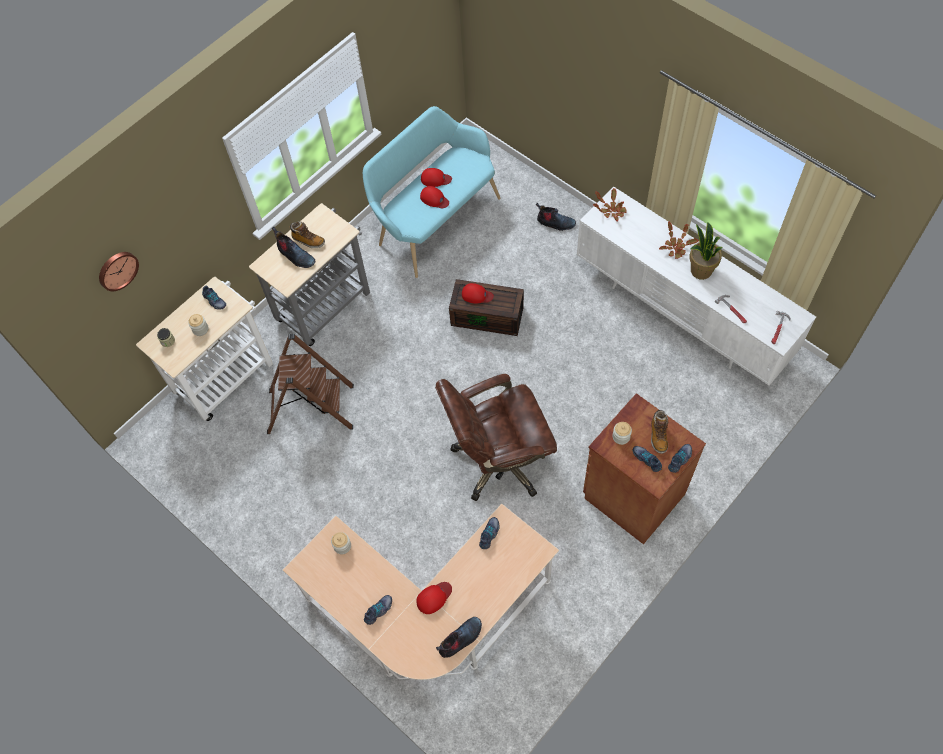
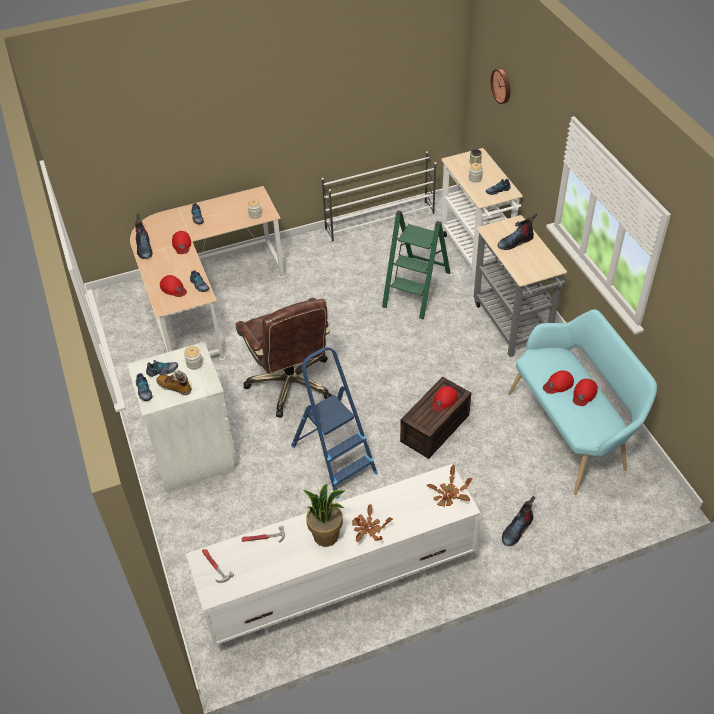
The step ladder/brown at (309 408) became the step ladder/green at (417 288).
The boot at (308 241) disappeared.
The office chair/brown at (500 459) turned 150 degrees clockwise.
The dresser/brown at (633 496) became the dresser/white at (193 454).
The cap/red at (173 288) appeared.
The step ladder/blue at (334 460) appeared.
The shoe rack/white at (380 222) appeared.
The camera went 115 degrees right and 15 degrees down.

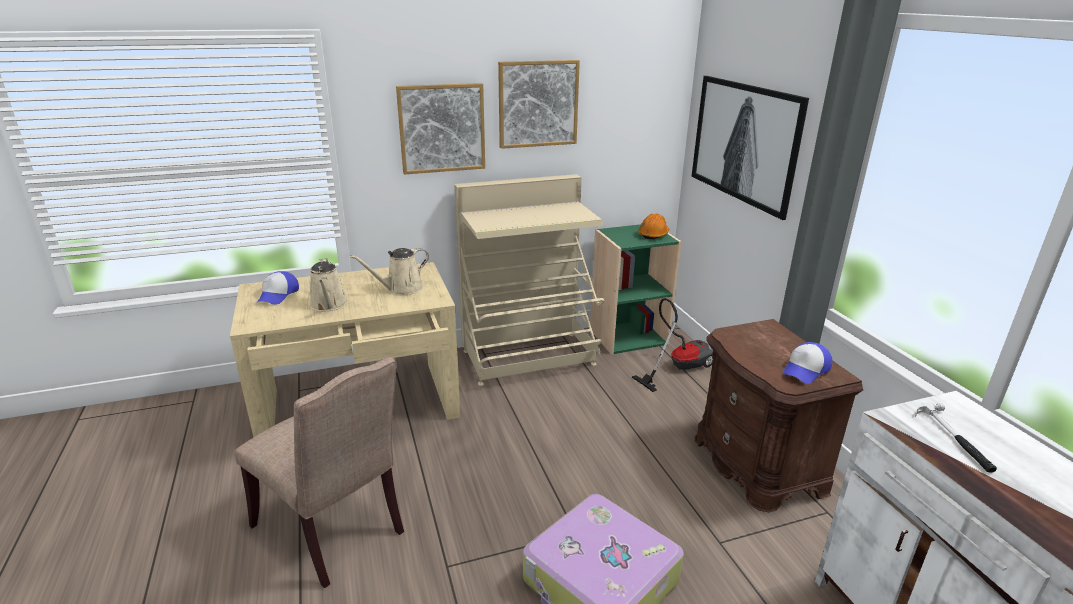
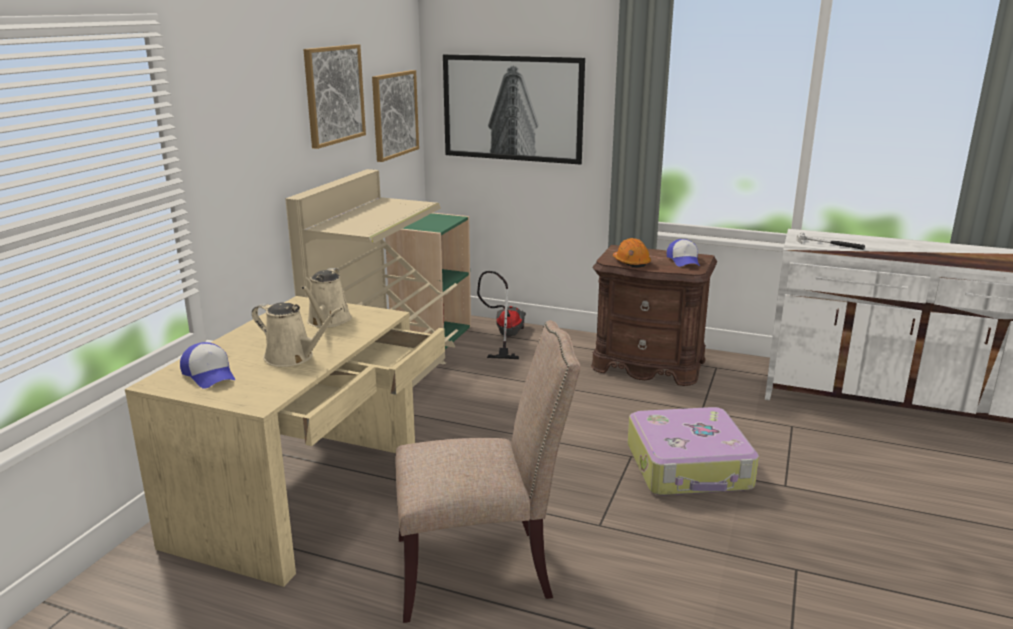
The picture moved from (442 128) to (394 114).
The hard hat/orange moved from (653 234) to (631 262).
The camera went 50 degrees left and 5 degrees down.

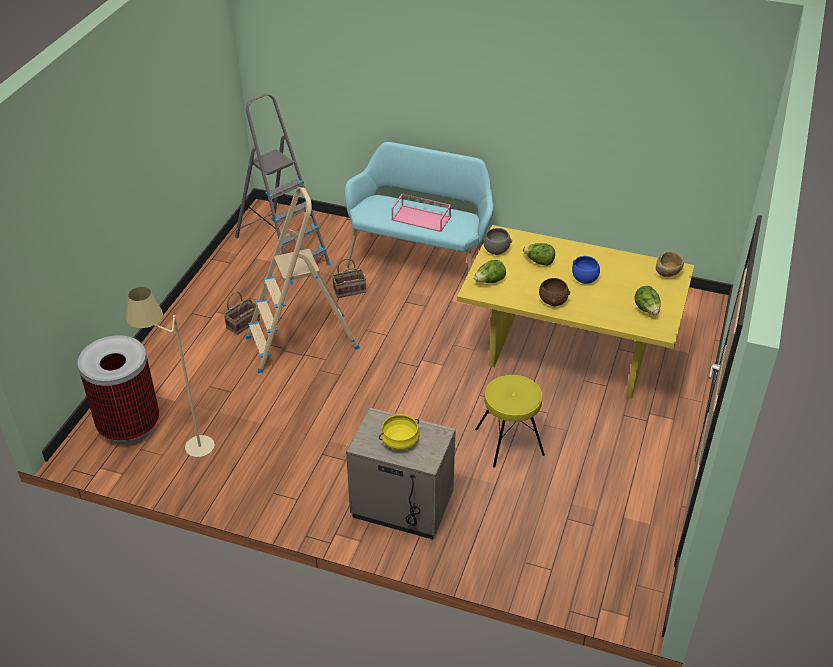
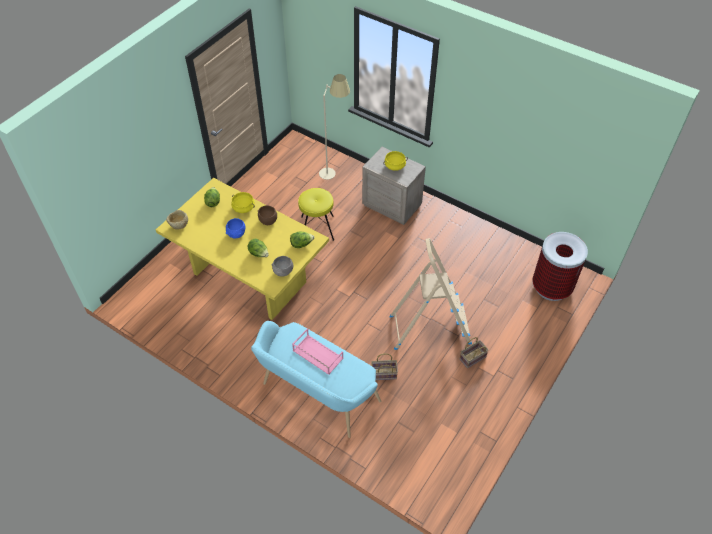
The floor lamp/beige moved from (186 450) to (334 172).
The step ladder/grey at (282 250) disappeared.
The cooking pot/yellow at (243 207) appeared.
The camera went 165 degrees left and 10 degrees up.

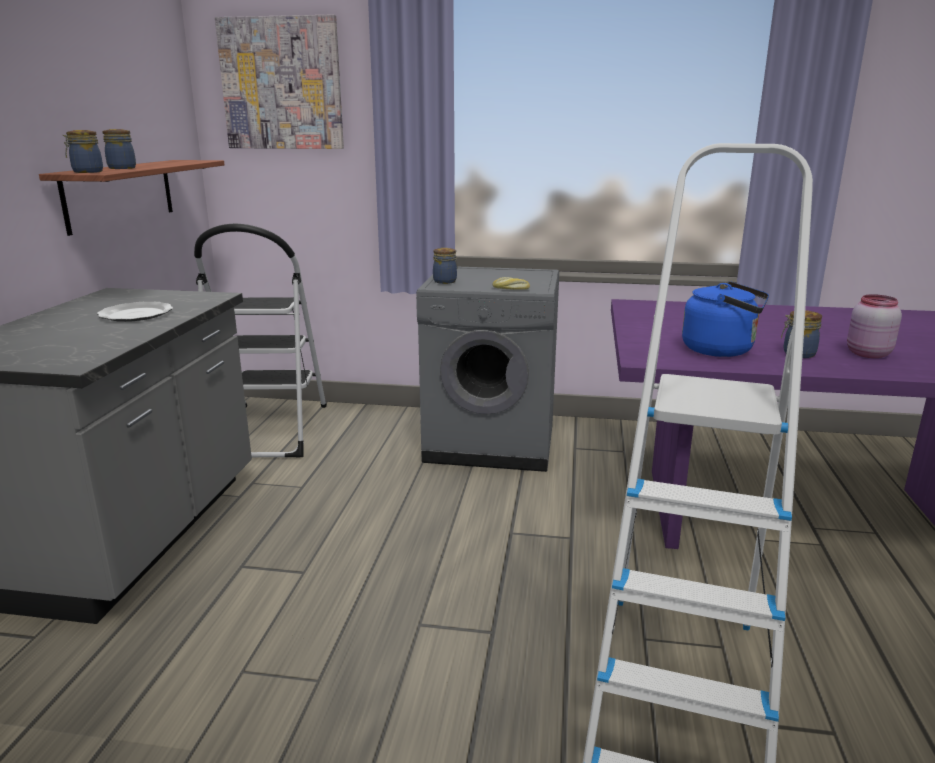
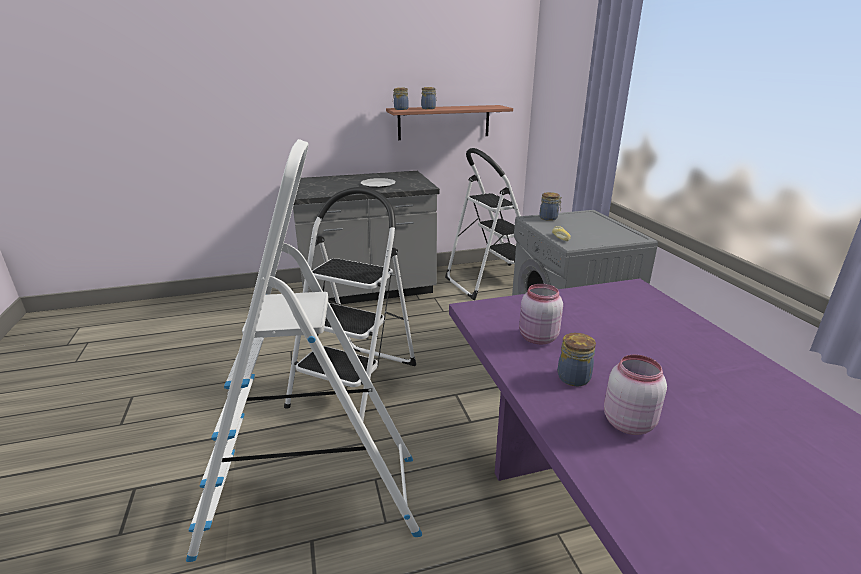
The picture at (282 84) disappeared.
The kettle/blue at (722 350) was replaced by the jar/pink at (537 338).
The step ladder at (357 383) appeared.
The camera went 65 degrees right and 5 degrees up.

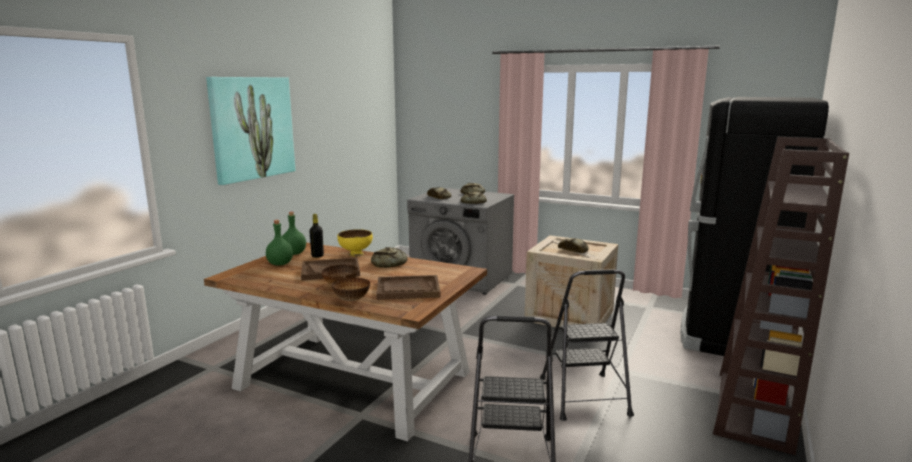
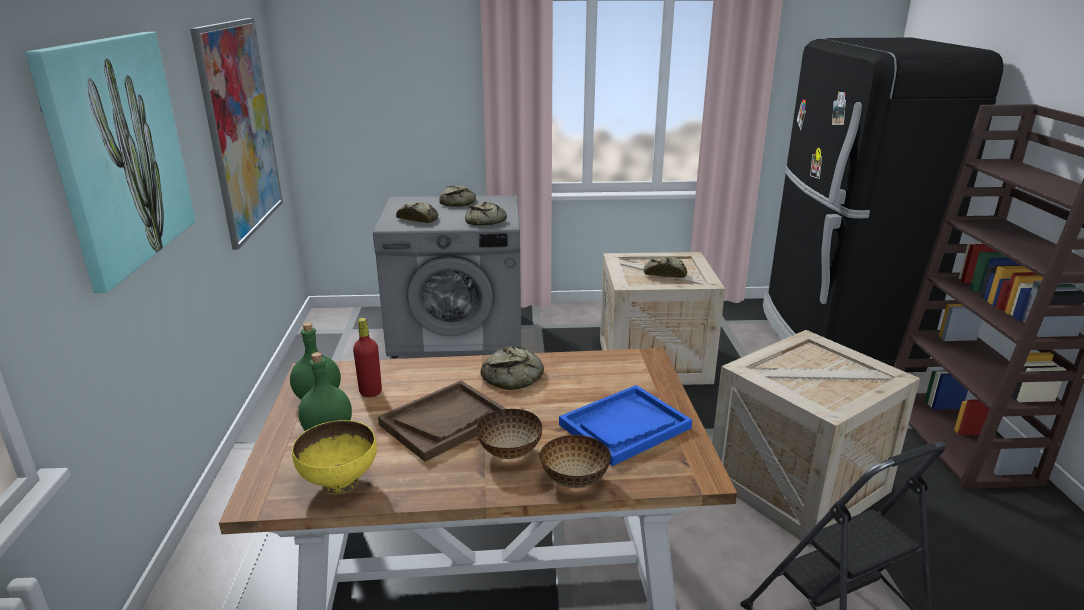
The bottle/black at (317 256) became the bottle/red at (370 392).
The bowl/yellow moved from (355 254) to (339 482).
The tray/brown at (408 289) became the tray/blue at (624 427).
The step ladder/black at (584 397) was replaced by the crate at (798 486).
The picture at (240 129) appeared.
The camera went 30 degrees left and 10 degrees up.

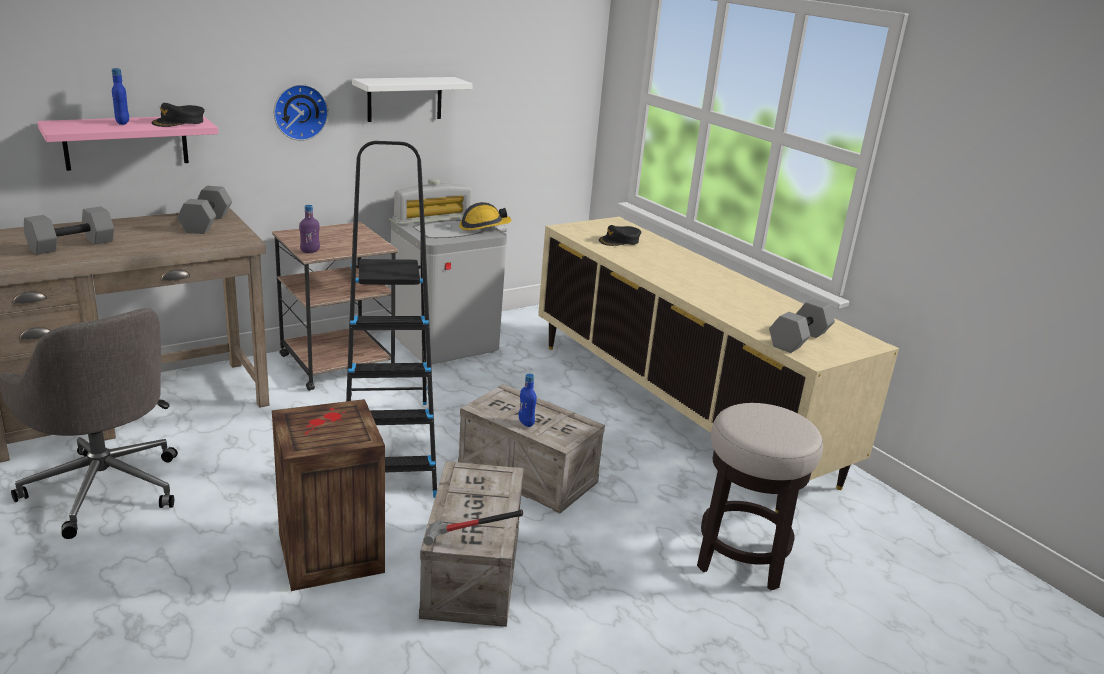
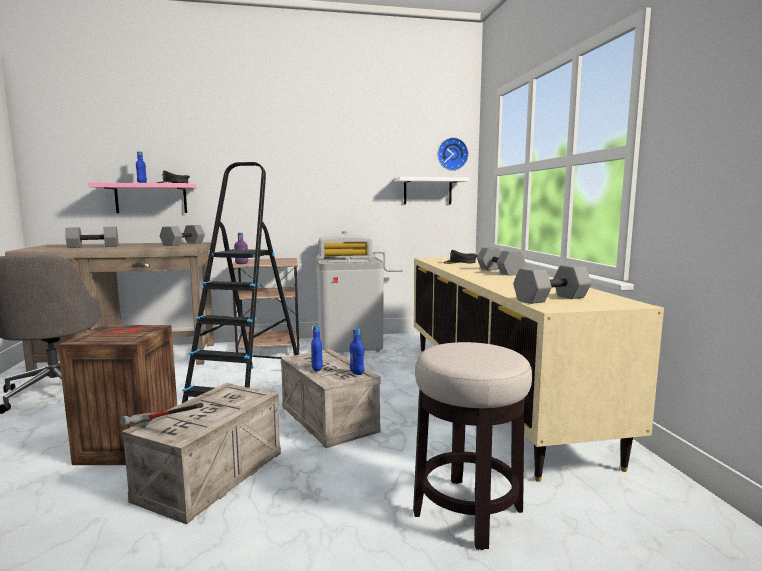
The wall clock moved from (299 111) to (452 154).
The shelf/white moved from (404 99) to (427 191).
The hard hat at (484 227) disappeared.
The bottle/blue at (357 373) appeared.
The dumbbell/grey at (498 271) appeared.
The camera went 25 degrees right and 15 degrees down.

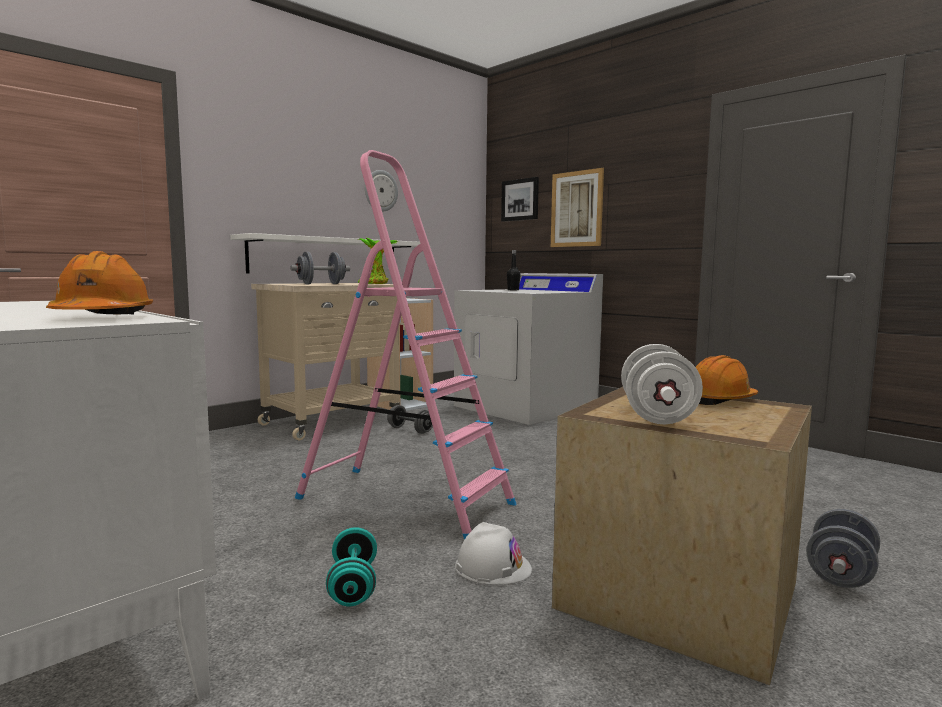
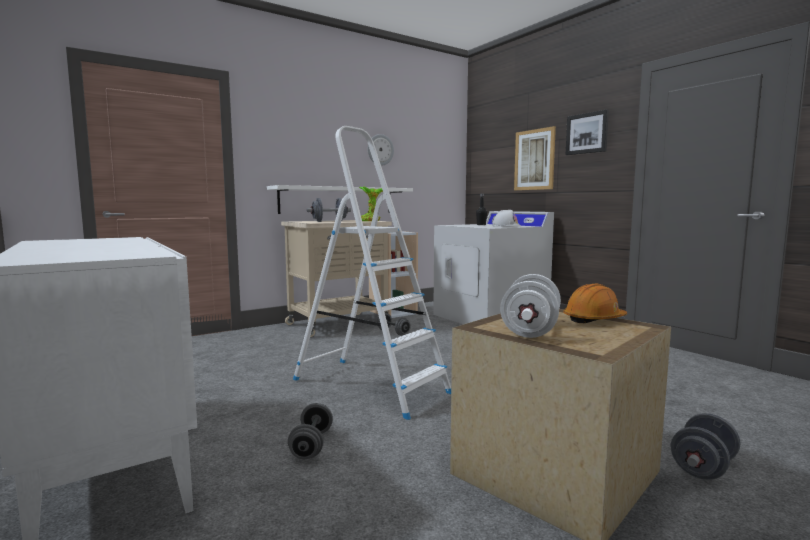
The hard hat/orange at (102 317) disappeared.
The step ladder/pink at (406 501) became the step ladder/white at (370 386).
The dumbbell/turquoise at (353 586) became the dumbbell/grey at (311 445).
The hard hat/white moved from (492 567) to (506 226).
The picture moved from (520 200) to (587 133).
The camera went 10 degrees right and 0 degrees up.

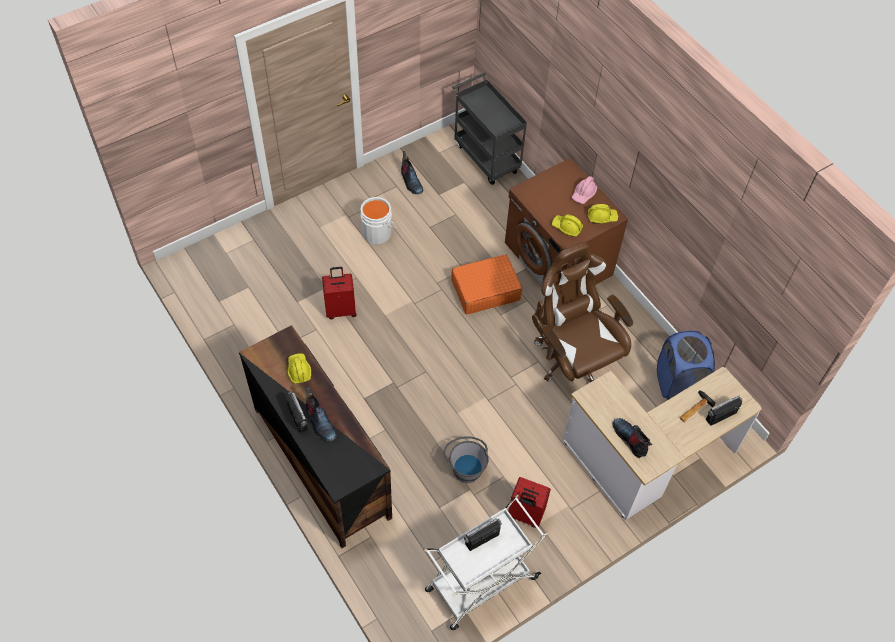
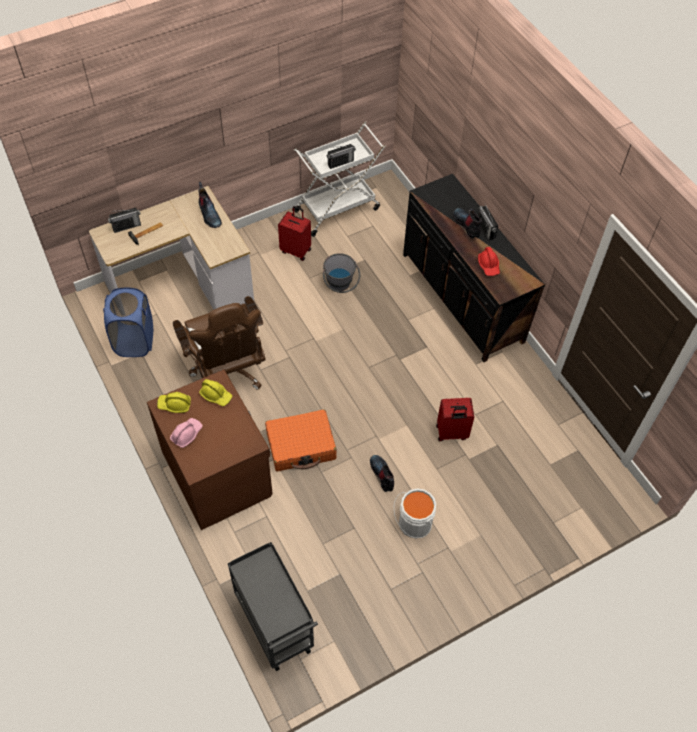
The hard hat/yellow at (299 370) became the hard hat/red at (489 265).
The boot moved from (411 181) to (382 475).
The camera went 175 degrees left and 0 degrees up.

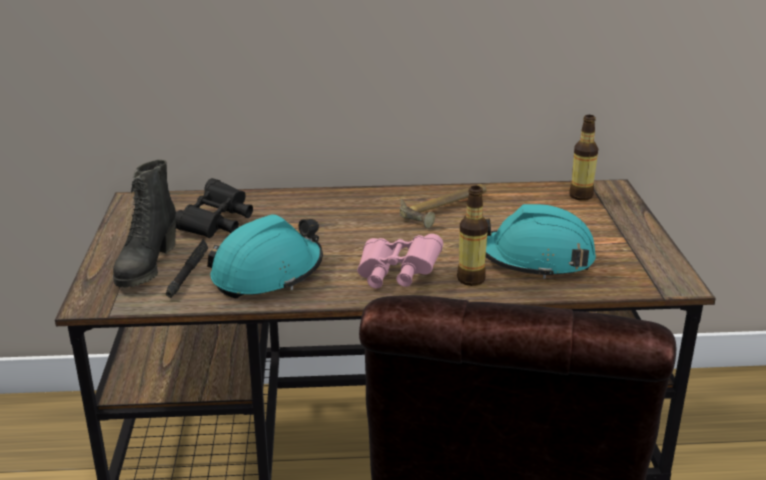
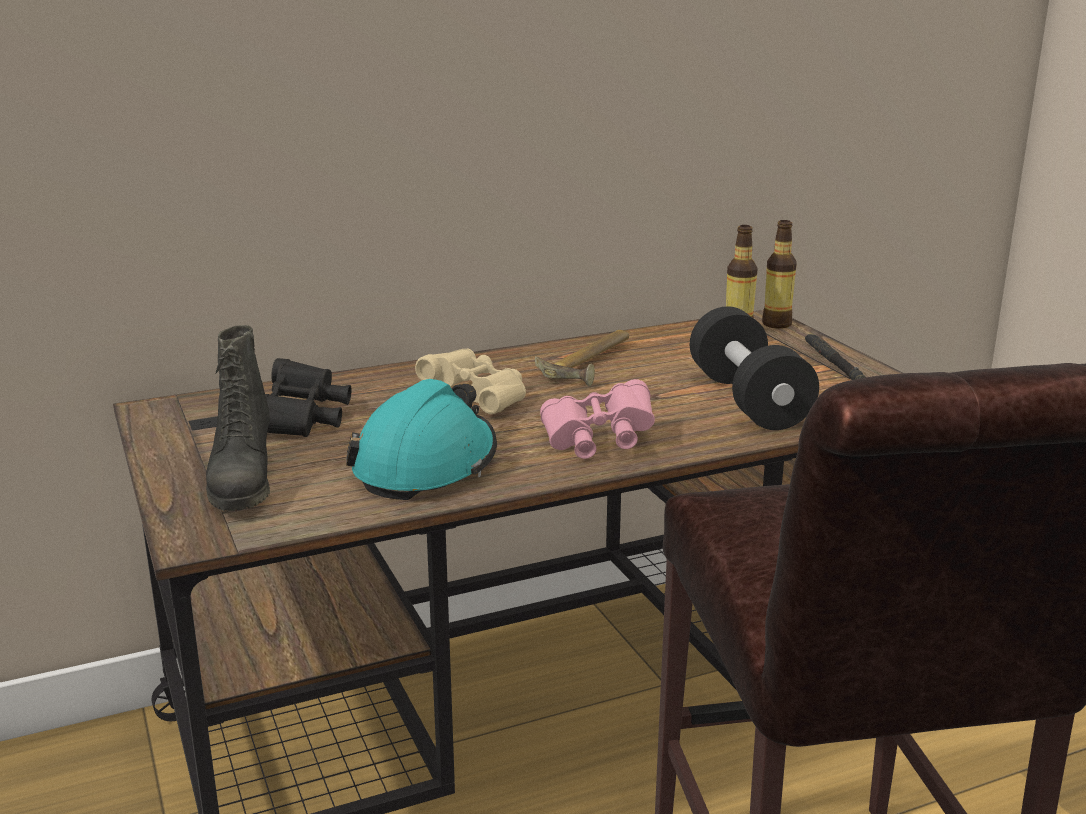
The flashlight/black moved from (188 272) to (834 364).
The bottle moved from (471 279) to (776 324).
The hard hat/turquoise at (535 259) was replaced by the dumbbell/black at (748 400).
The binoculars/beige at (478 398) appeared.
The camera went 20 degrees left and 5 degrees down.

